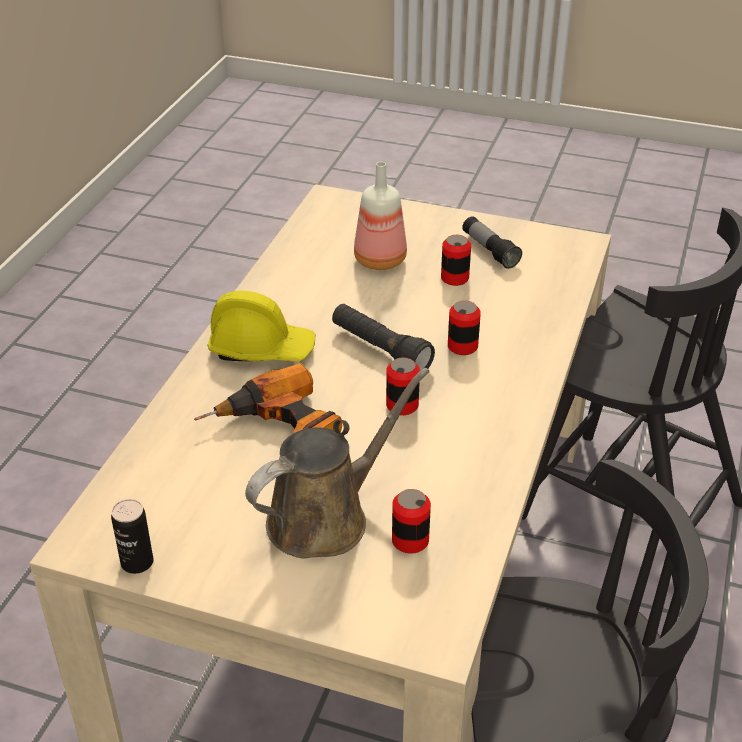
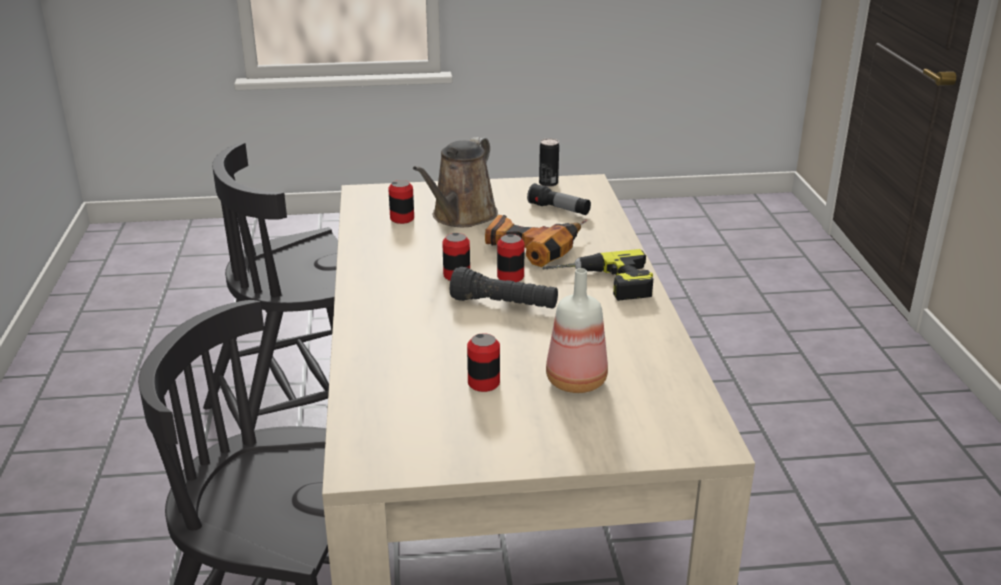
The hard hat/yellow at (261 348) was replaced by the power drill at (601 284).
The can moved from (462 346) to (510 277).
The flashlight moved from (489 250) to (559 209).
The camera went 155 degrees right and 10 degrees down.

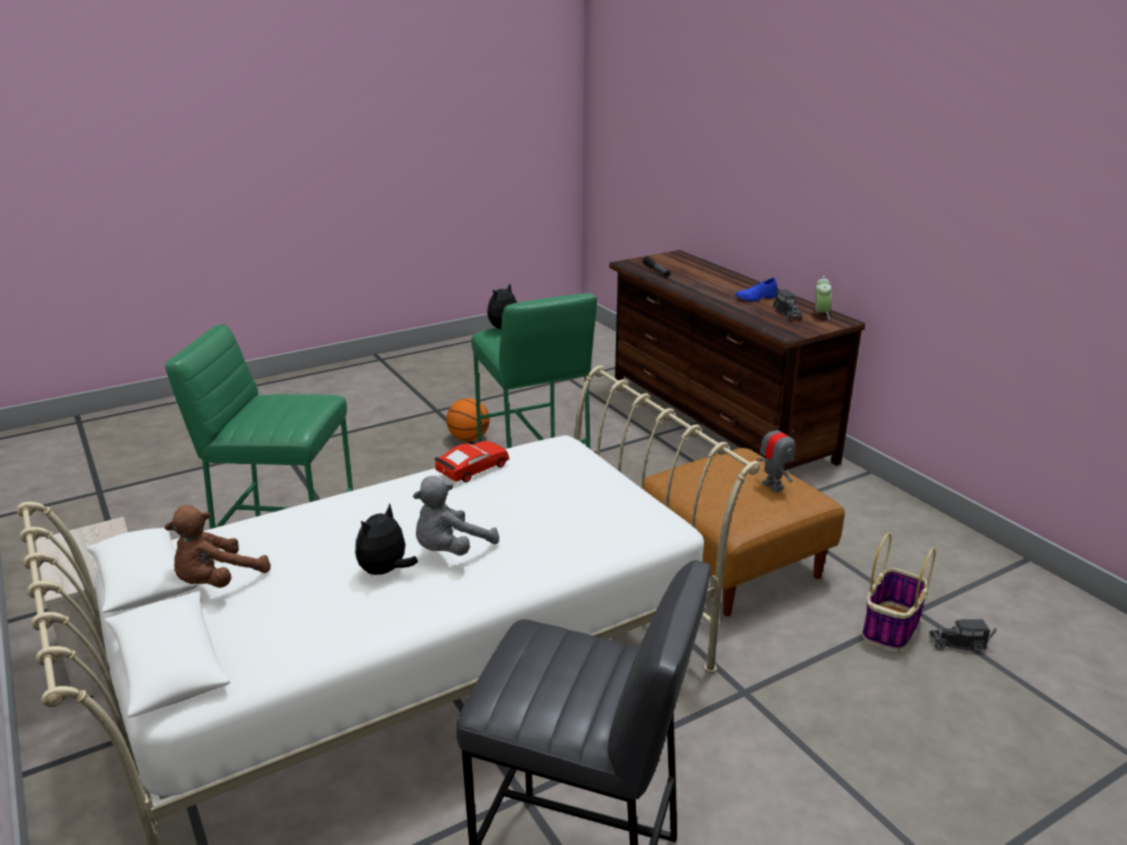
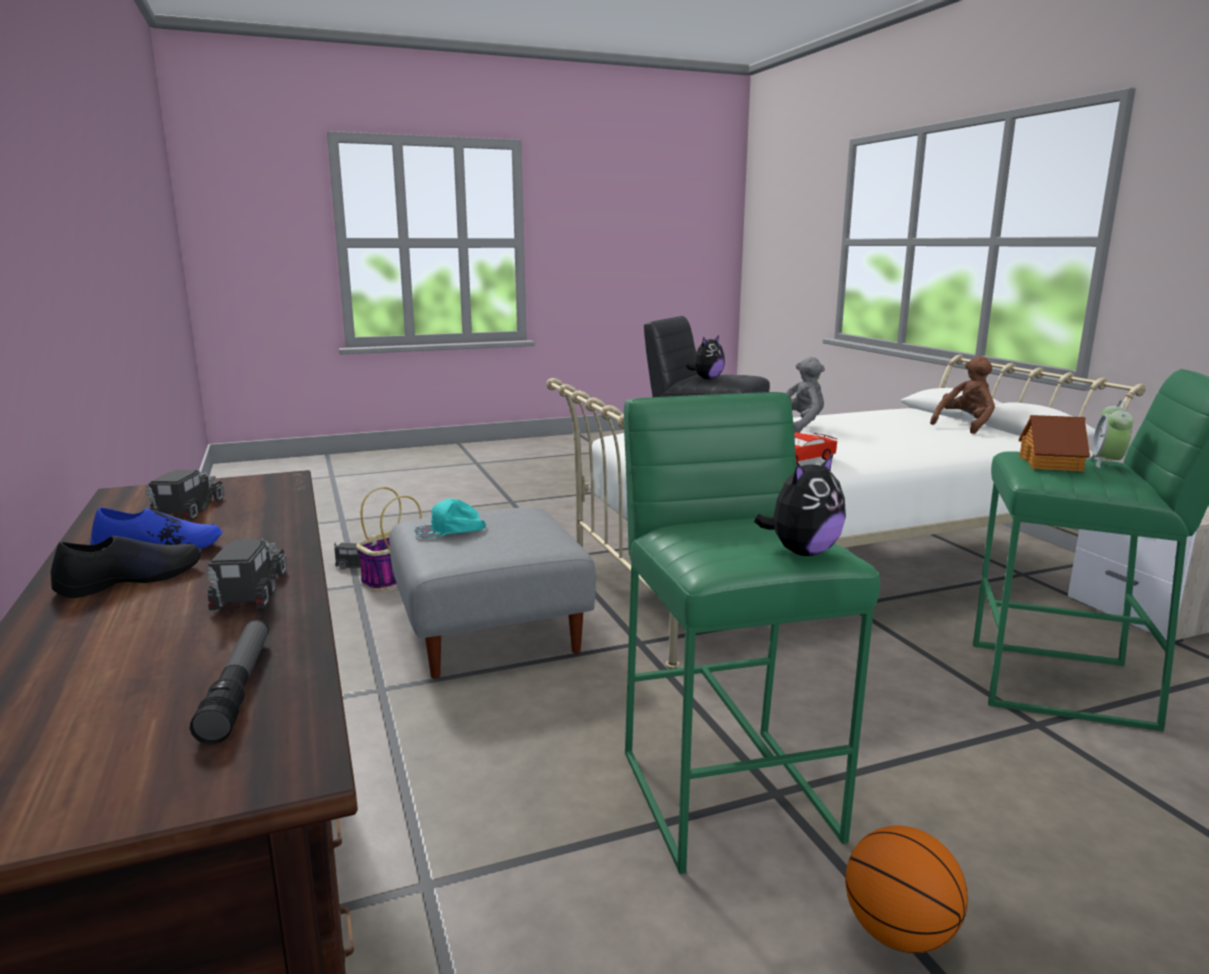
The plush toy moved from (385 571) to (707 379).
The ottoman/brown at (732 564) became the ottoman/grey at (492 632).
The toy robot at (773 486) was replaced by the cap/turquoise at (450 530).
The alarm clock moved from (821 314) to (1107 463).
The shoe/black at (131 579) appeared.
The toy truck at (251 593) appeared.
The toy house at (1051 463) appeared.
The camera went 170 degrees left and 10 degrees down.

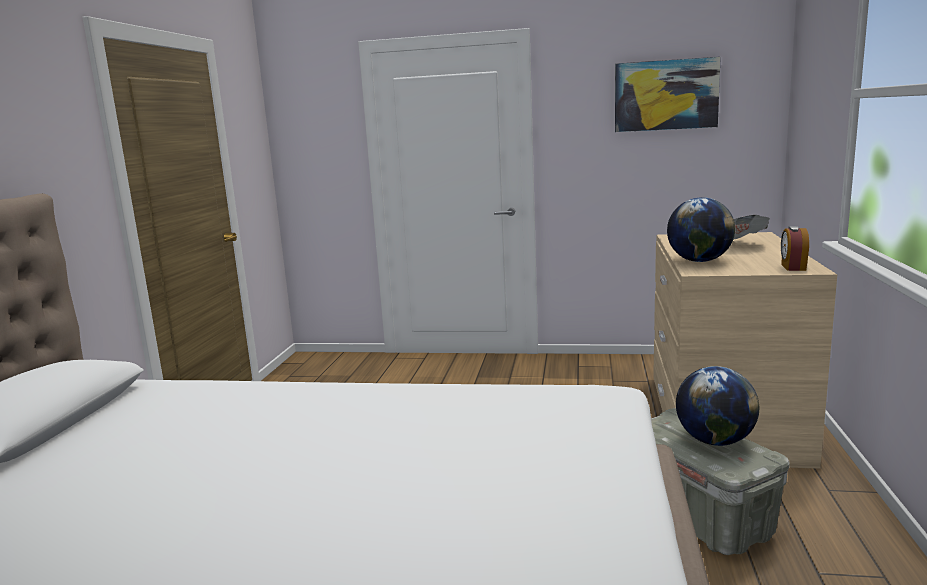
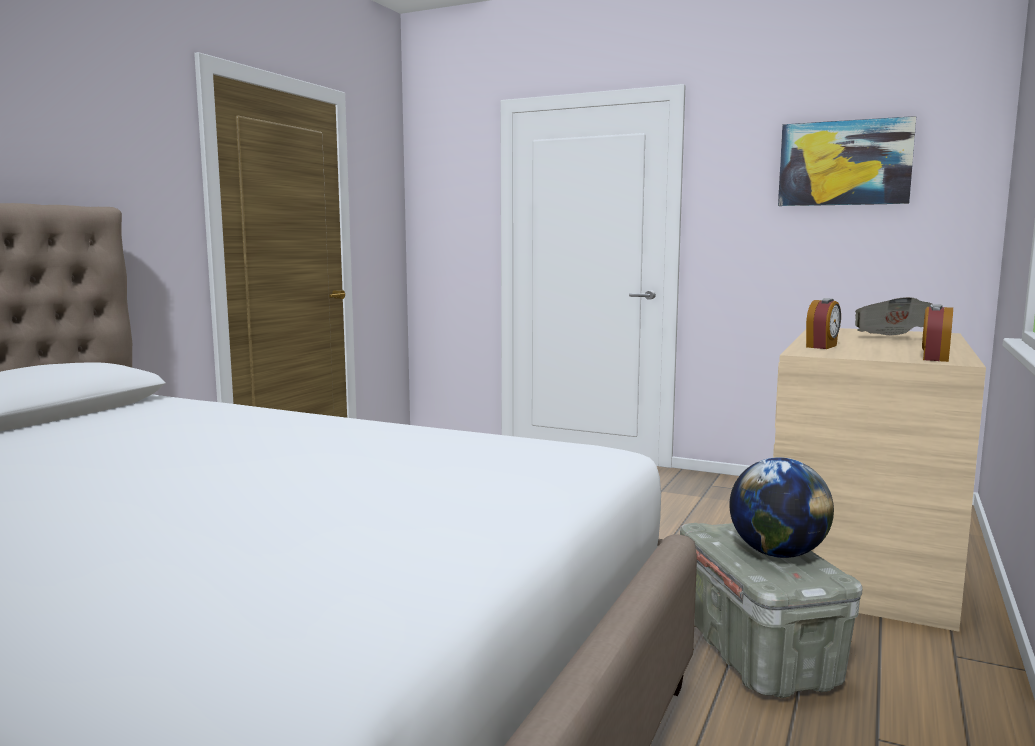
The globe at (699 261) was replaced by the alarm clock at (822 346).
The camera went 15 degrees right and 5 degrees down.

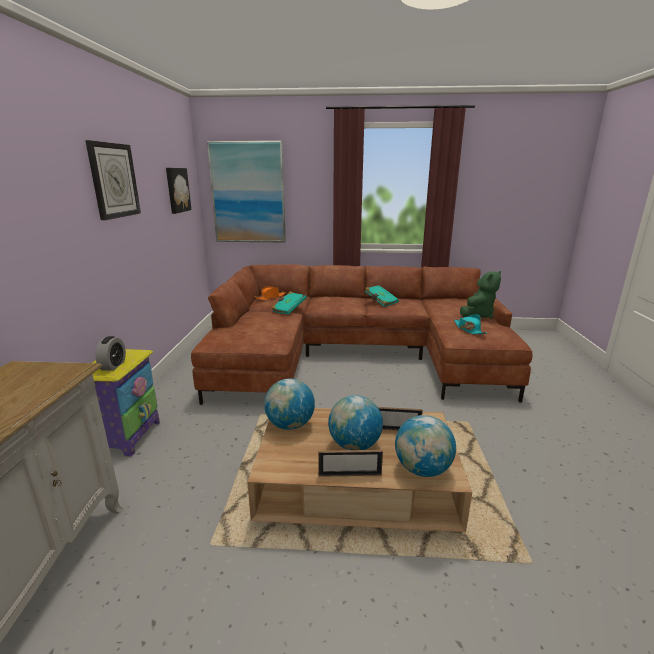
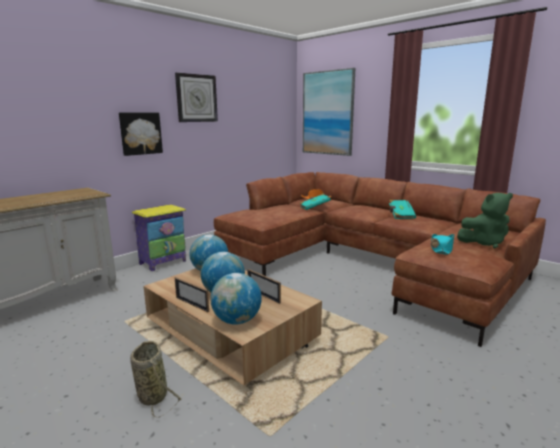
The alarm clock at (113 365) disappeared.
The picture moved from (177 190) to (140 133).
The basket at (152 394) appeared.
The camera went 40 degrees right and 5 degrees down.

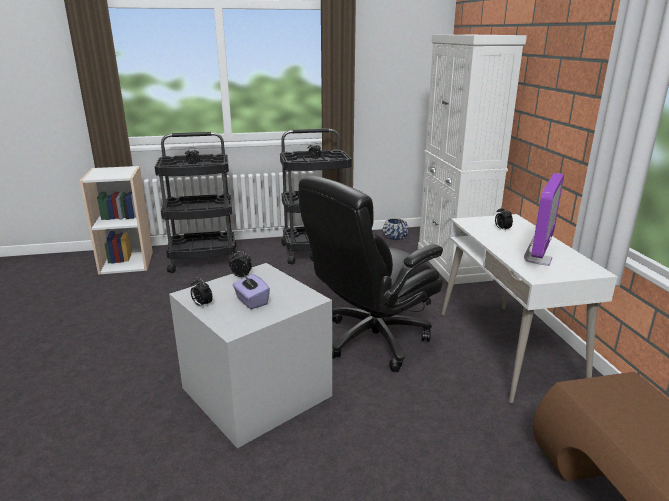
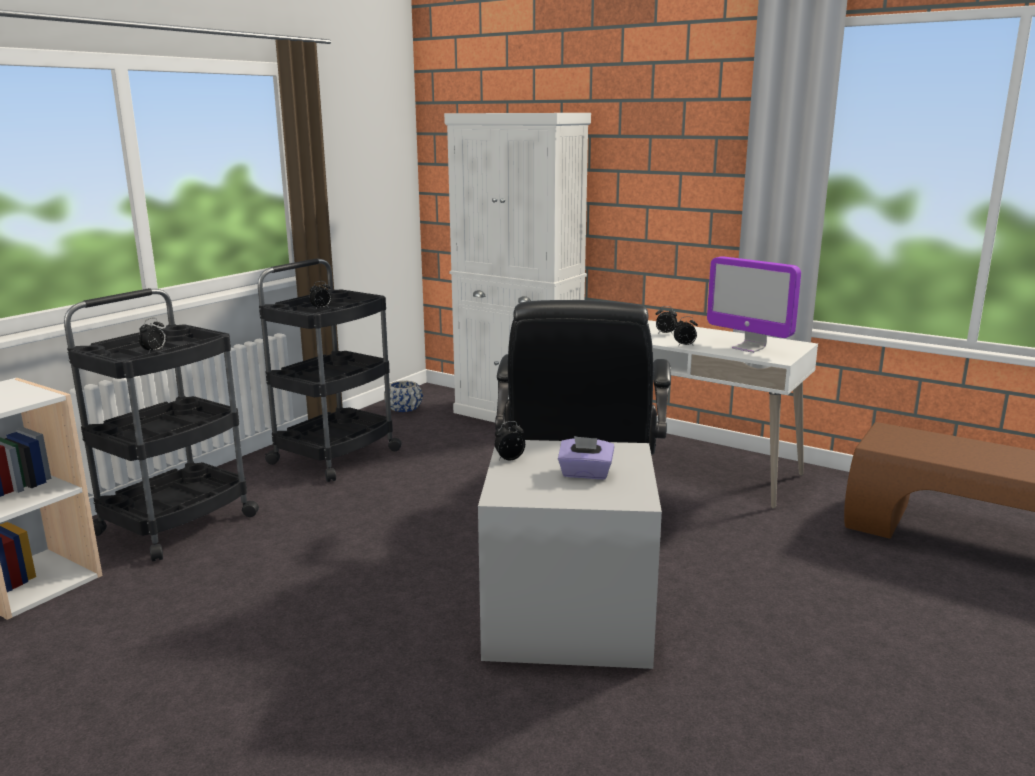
The alarm clock moved from (202 305) to (685 345).
The monitor at (537 259) turned 150 degrees clockwise.
The camera went 45 degrees left and 5 degrees down.

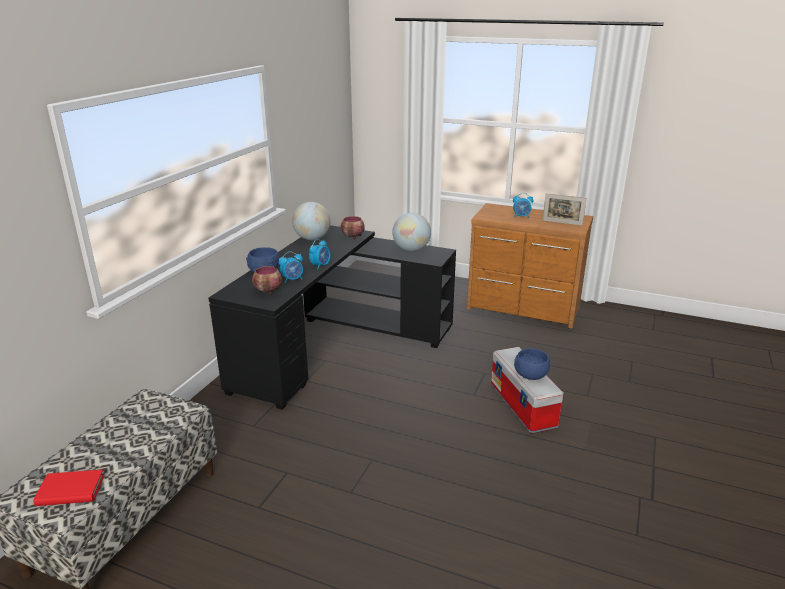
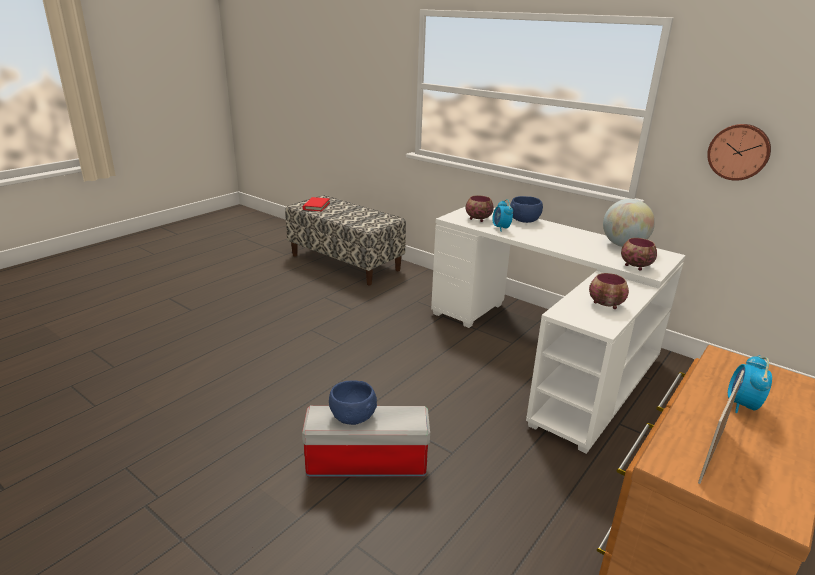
The desk/black at (334 344) became the desk/white at (548 352).
The alarm clock at (320 266) disappeared.
The globe at (411 250) was replaced by the bowl at (606 305).
The wall clock at (739 152) appeared.
The camera went 105 degrees right and 0 degrees up.

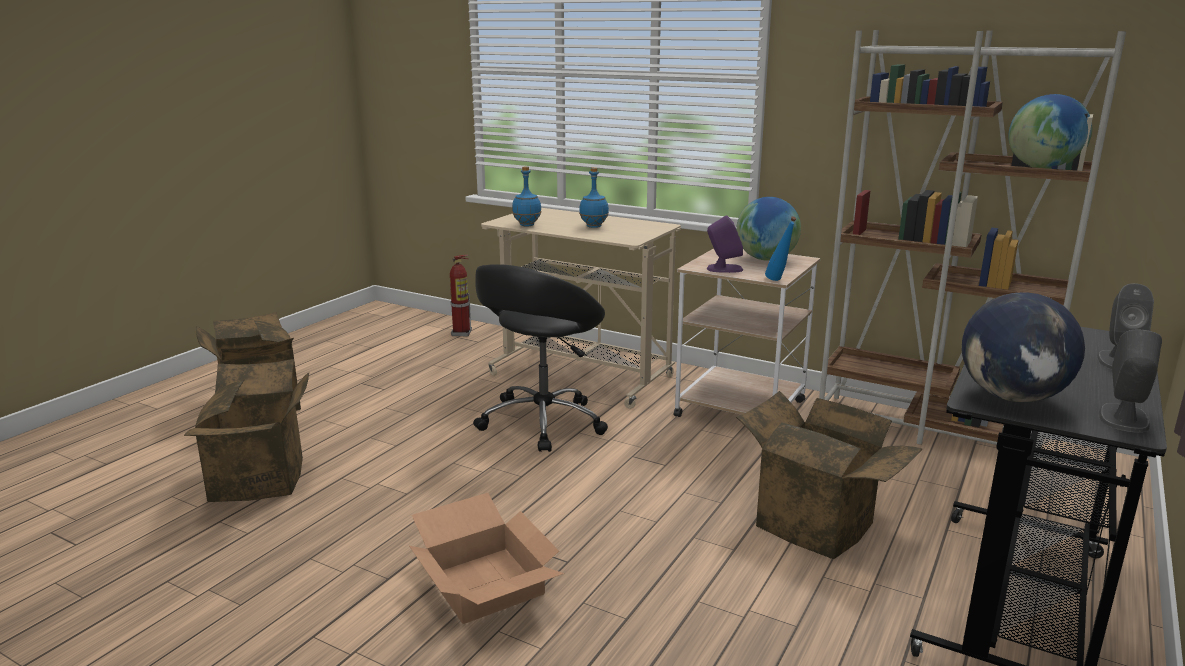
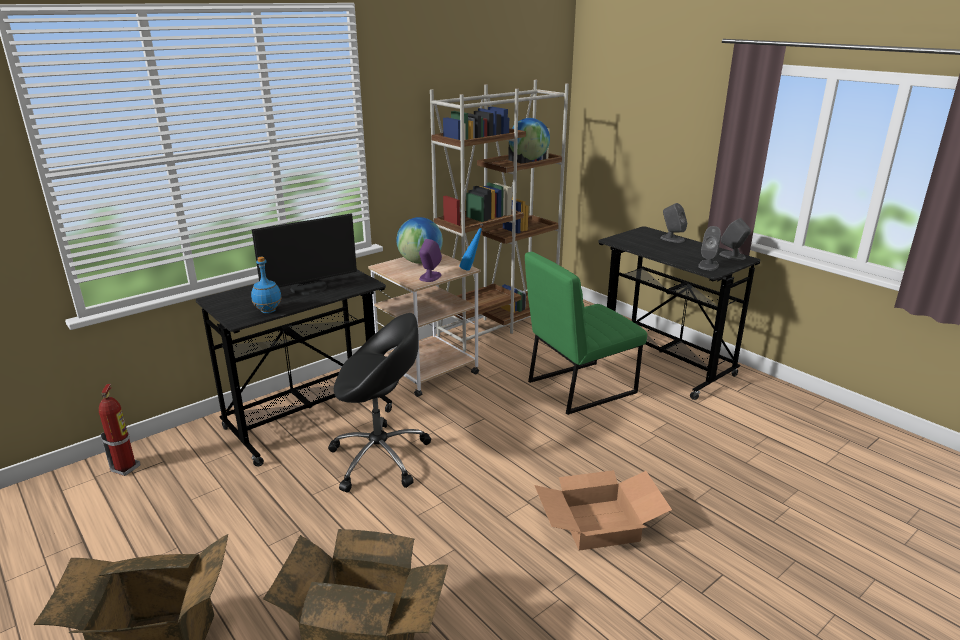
The office chair/black at (540 424) turned 45 degrees counterclockwise.
The desk/beige at (582 375) became the desk/black at (309 419).
The bottle/blue at (594 226) was replaced by the monitor at (309 288).
The cardboard box at (819 523) was replaced by the chair/green at (578 387).
The globe at (1012 397) was replaced by the speaker/grey at (708 265).
The camera went 70 degrees left and 5 degrees up.

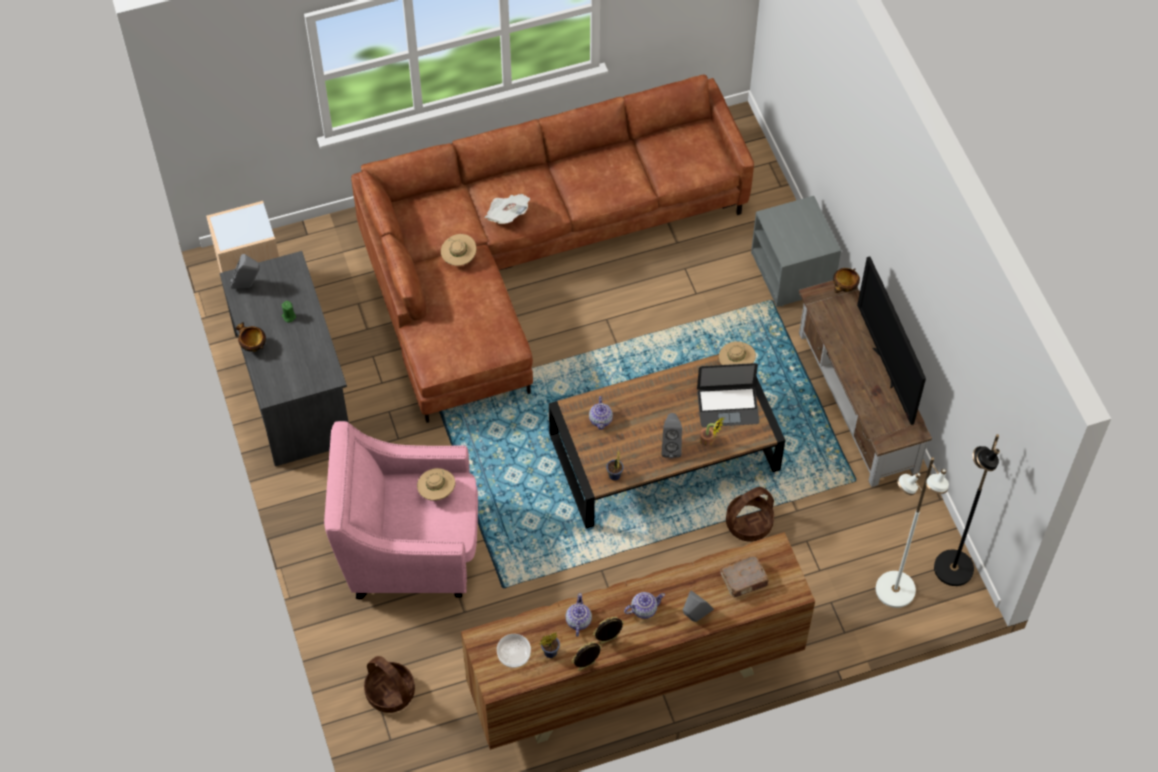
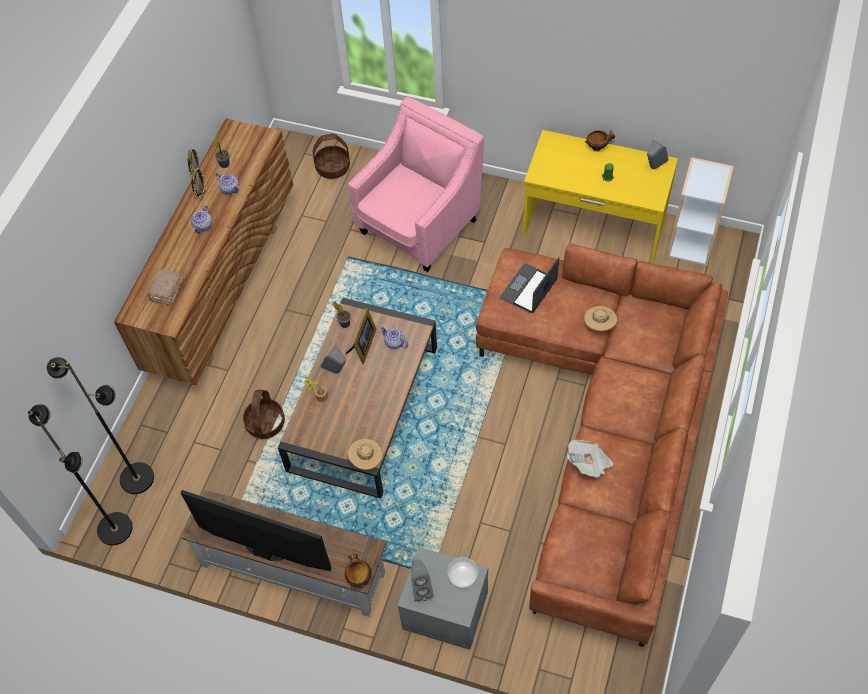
The desk/grey at (294 387) became the desk/yellow at (593 226).
The hat/beige at (437 491) disappeared.
The newspaper moved from (507 215) to (589 463).
The bowl moved from (514 655) to (462 575).
The speaker/grey moved from (694 618) to (421 587).
The laptop moved from (727 406) to (529 289).
The floor lamp/white at (894 590) became the floor lamp/black at (137 478).
The picture frame at (363 346) appeared.
The camera went 130 degrees right and 0 degrees up.

